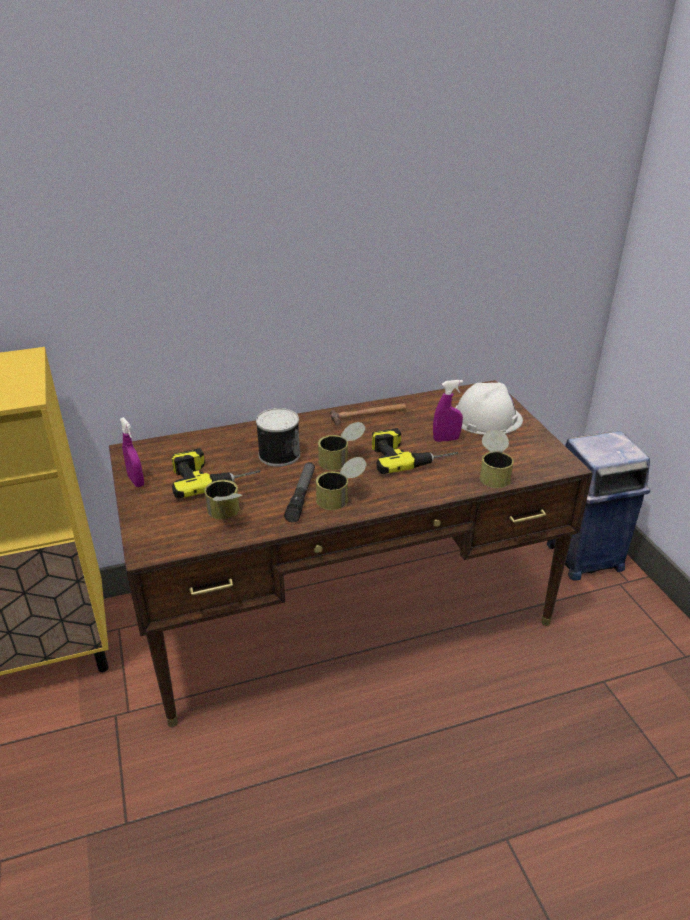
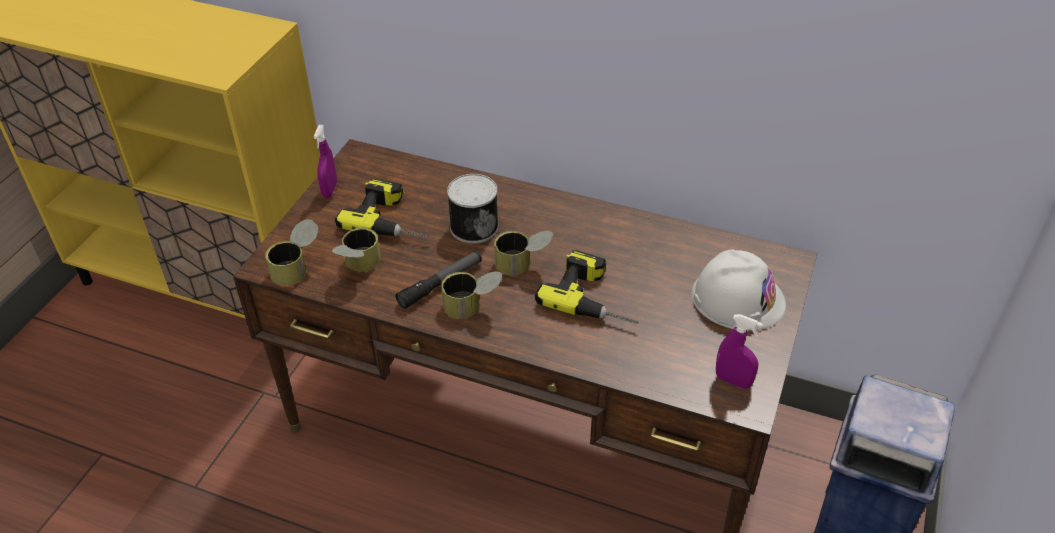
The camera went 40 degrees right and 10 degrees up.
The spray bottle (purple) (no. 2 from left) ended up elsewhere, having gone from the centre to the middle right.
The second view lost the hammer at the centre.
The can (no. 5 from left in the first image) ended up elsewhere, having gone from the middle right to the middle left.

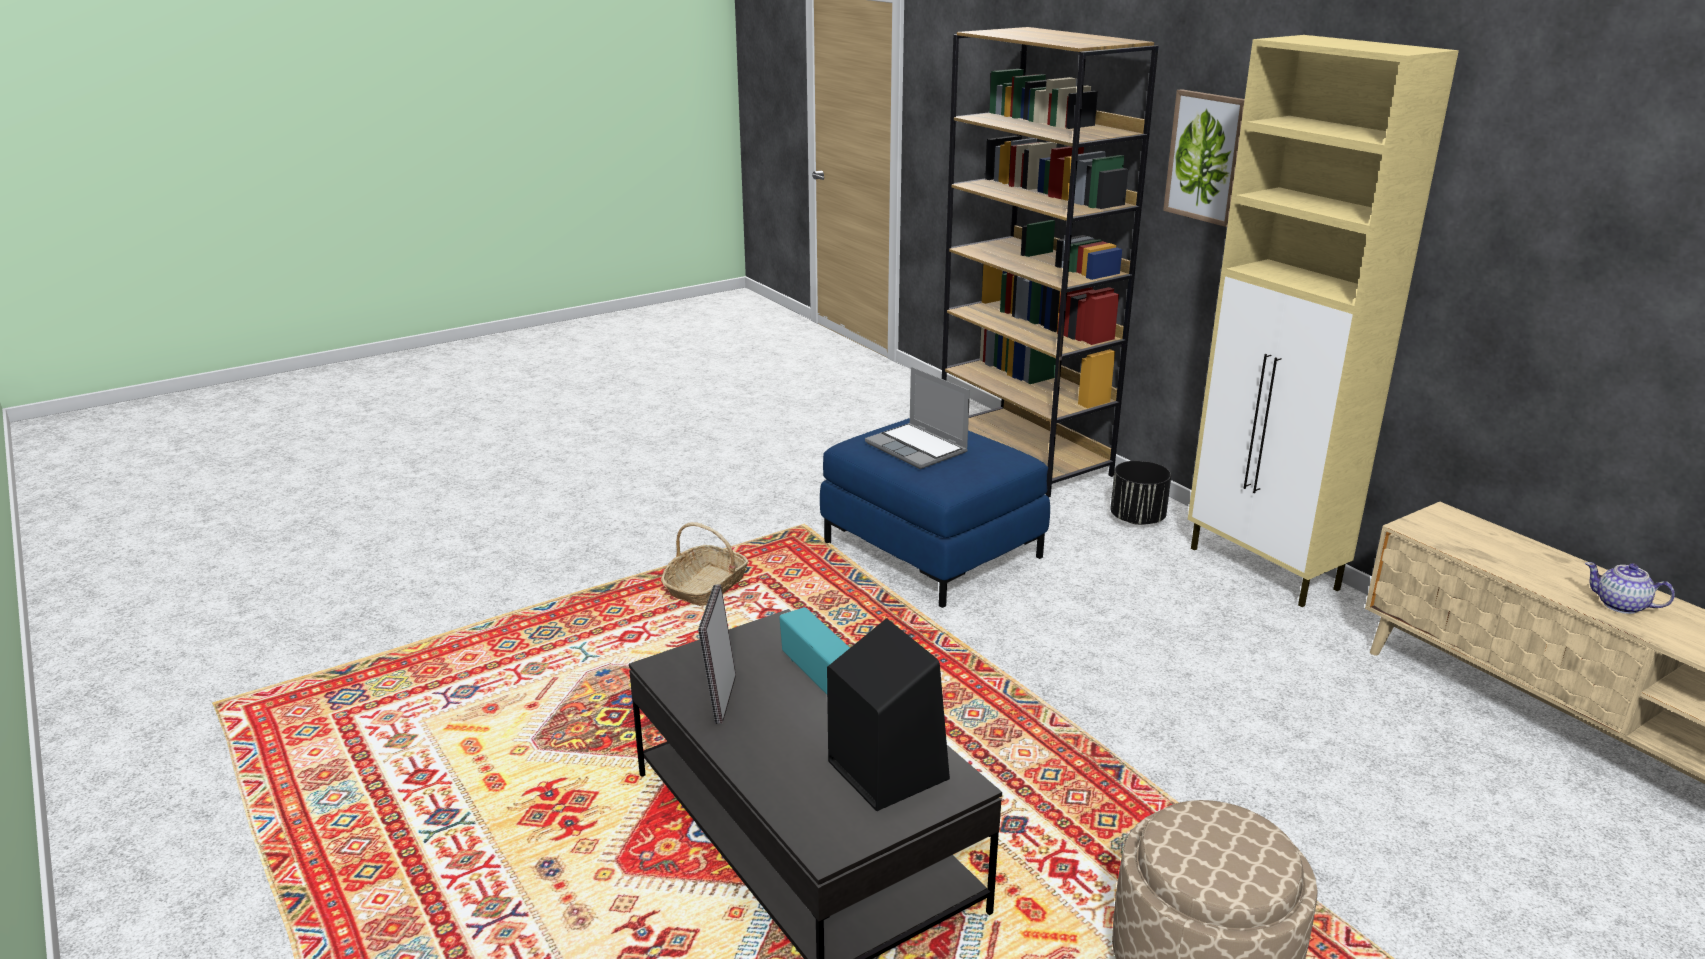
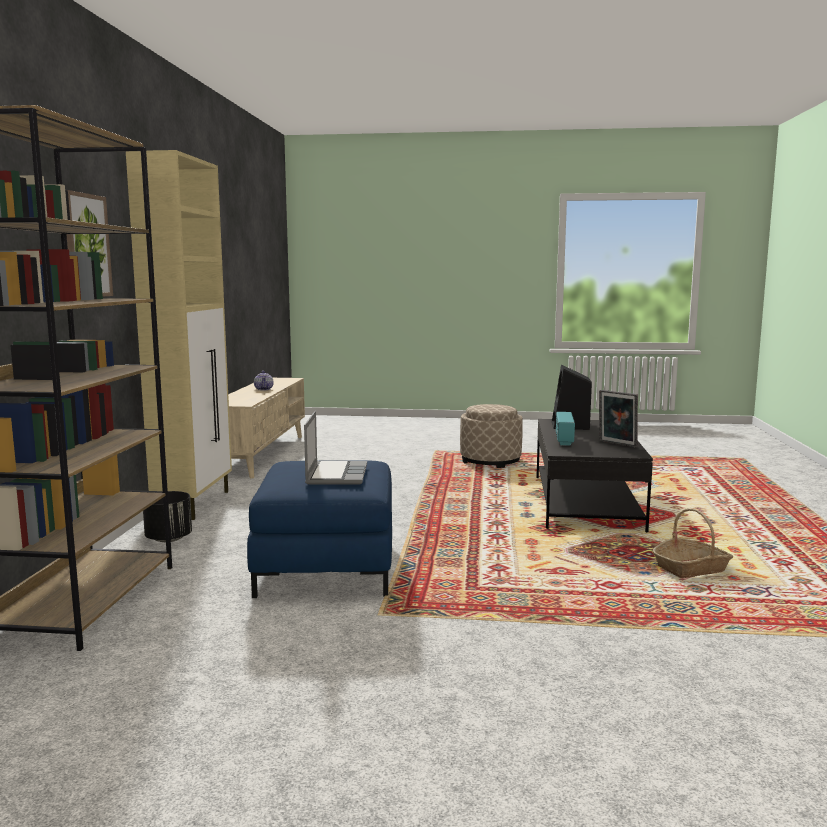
The camera went 140 degrees left and 15 degrees down.
The basket ended up elsewhere, having gone from the centre to the middle right.
The picture frame at the bottom centre ended up facing another way, 90 degrees clockwise from before.

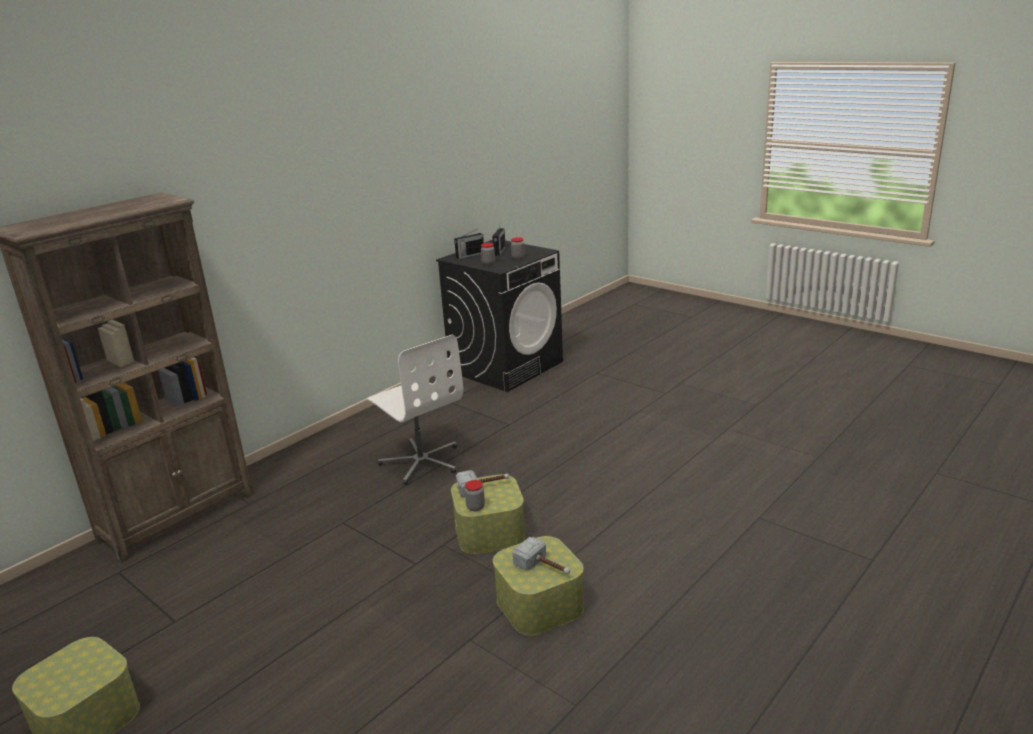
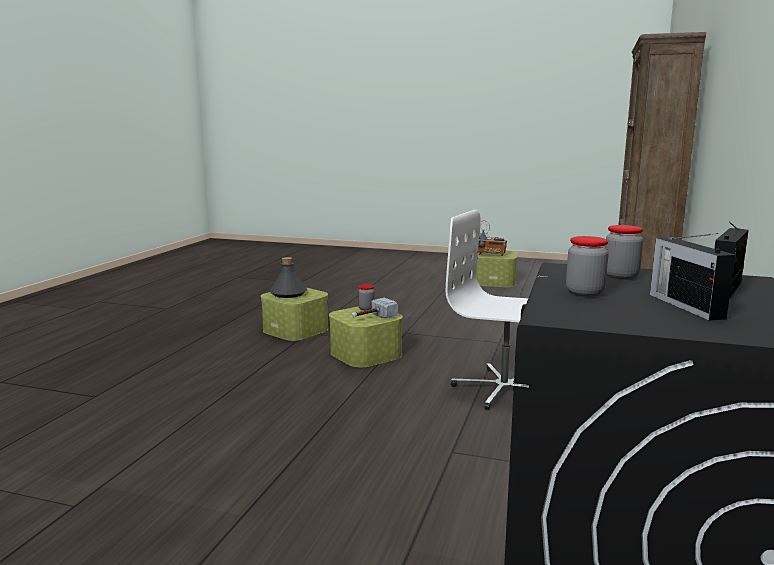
The camera went 155 degrees right and 10 degrees down.
Where the hammer (no. 2 from left) stood at the bottom centre, the bottle (grey) came to stand at the centre.
The second view gained the radio (no. 1 from left) at the centre.

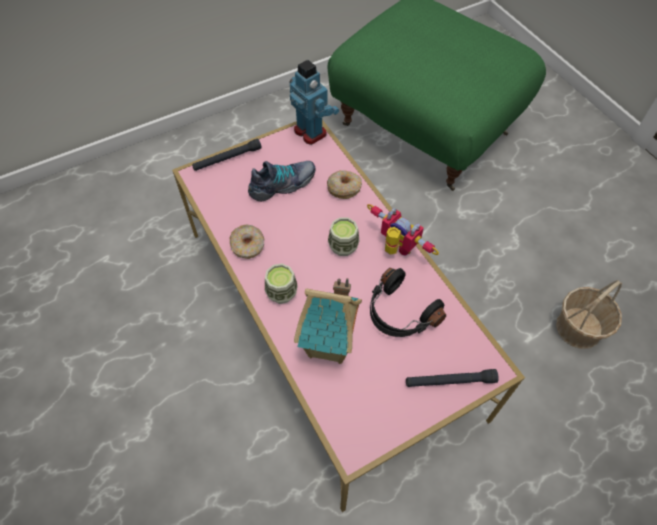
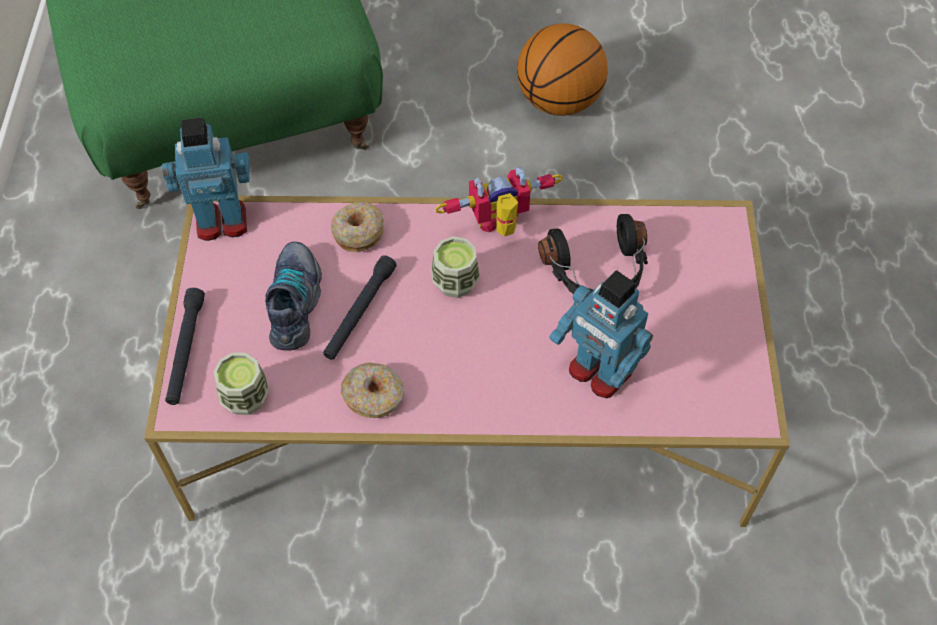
The camera went 60 degrees left and 0 degrees up.
The cup (no. 1 from left) ended up elsewhere, having gone from the centre to the middle left.
Where the toy house stood at the centre, the toy robot (no. 3 from left) came to stand at the centre.
The second view lost the basket at the middle right.
The flashlight (black) (no. 2 from left) ended up elsewhere, having gone from the bottom right to the centre.
The second view gained the basketball at the top centre.

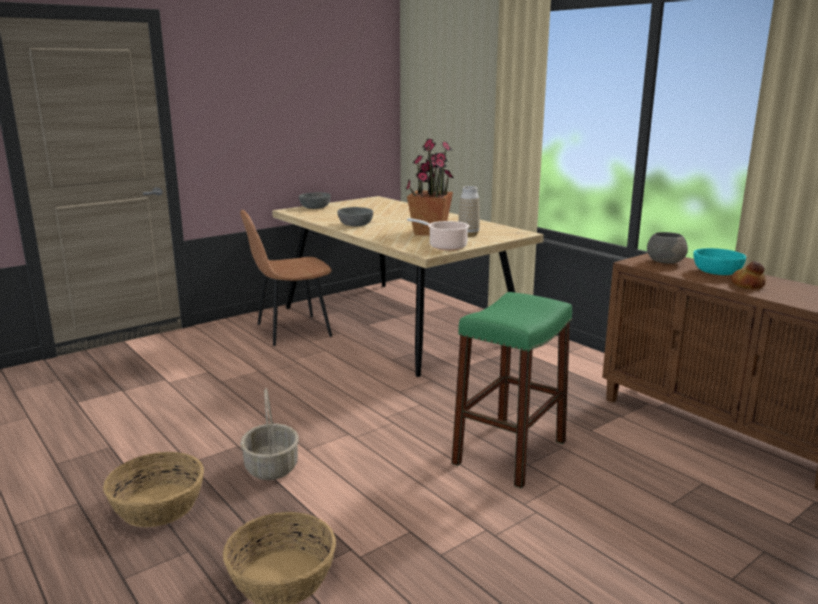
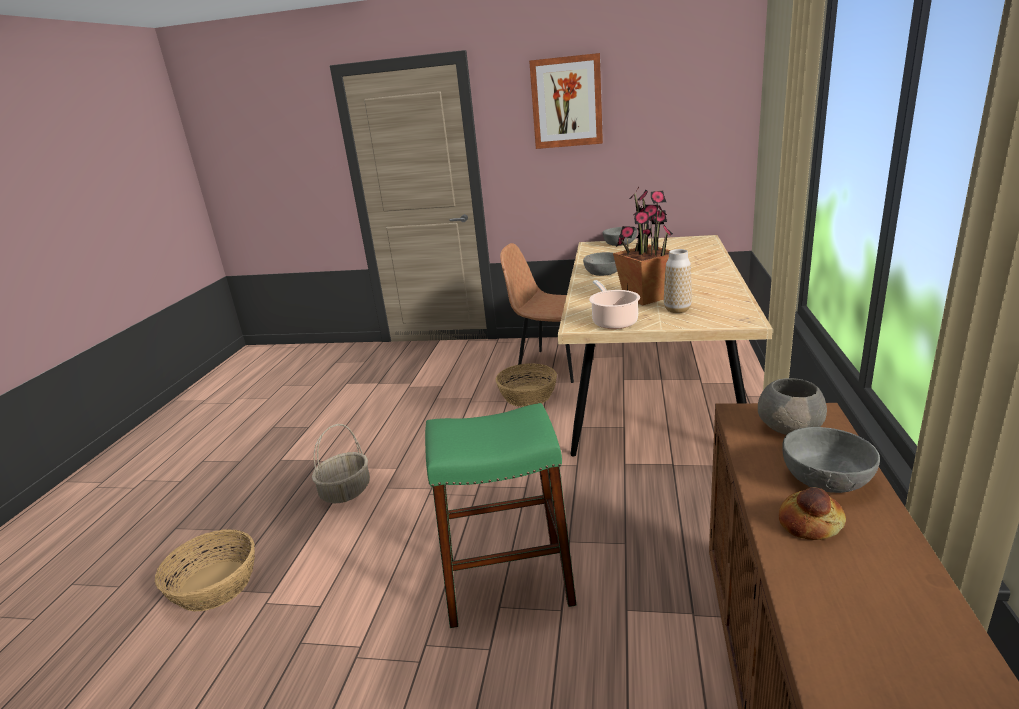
The camera went 50 degrees right and 5 degrees up.
What was the bowl (turquoise) at the middle right turned into the bowl (grey) (no. 4 from left) at the middle right.
The basket (no. 1 from left in the first image) ended up elsewhere, having gone from the bottom left to the centre.
The second view gained the picture at the top centre.

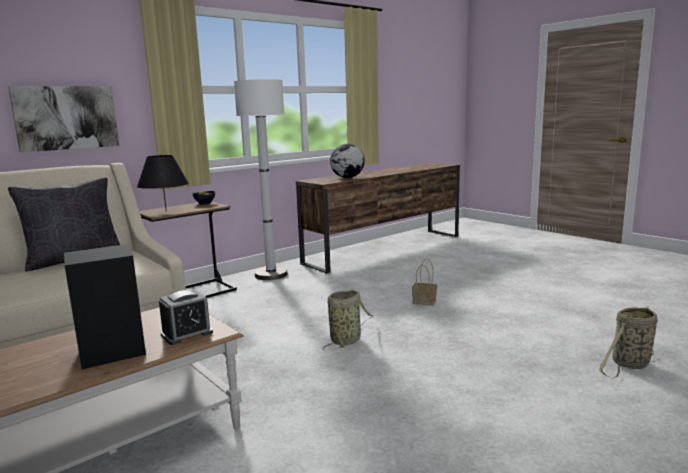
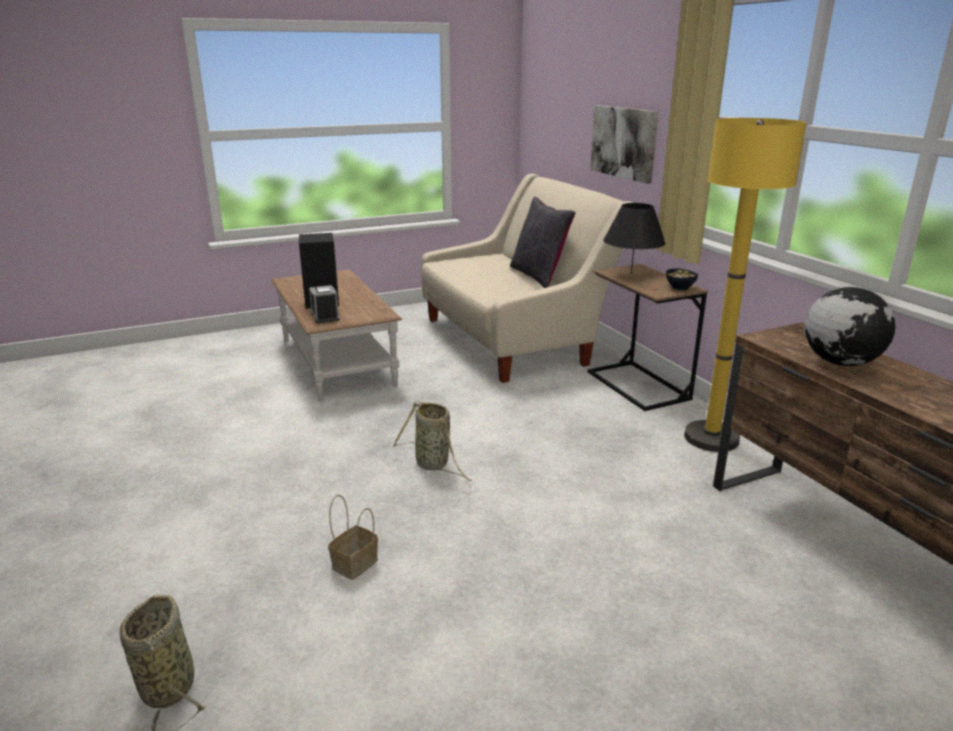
The camera went 105 degrees right and 10 degrees up.
What was the floor lamp (white) at the centre turned into the floor lamp (yellow) at the middle right.
The basket (no. 2 from left) ended up elsewhere, having gone from the centre to the bottom centre.

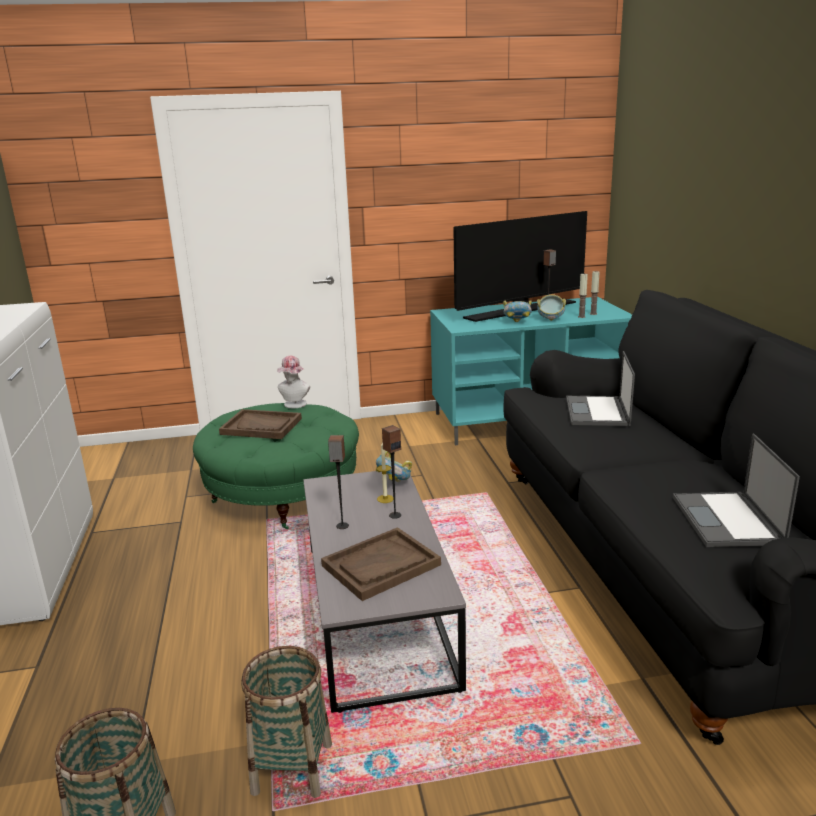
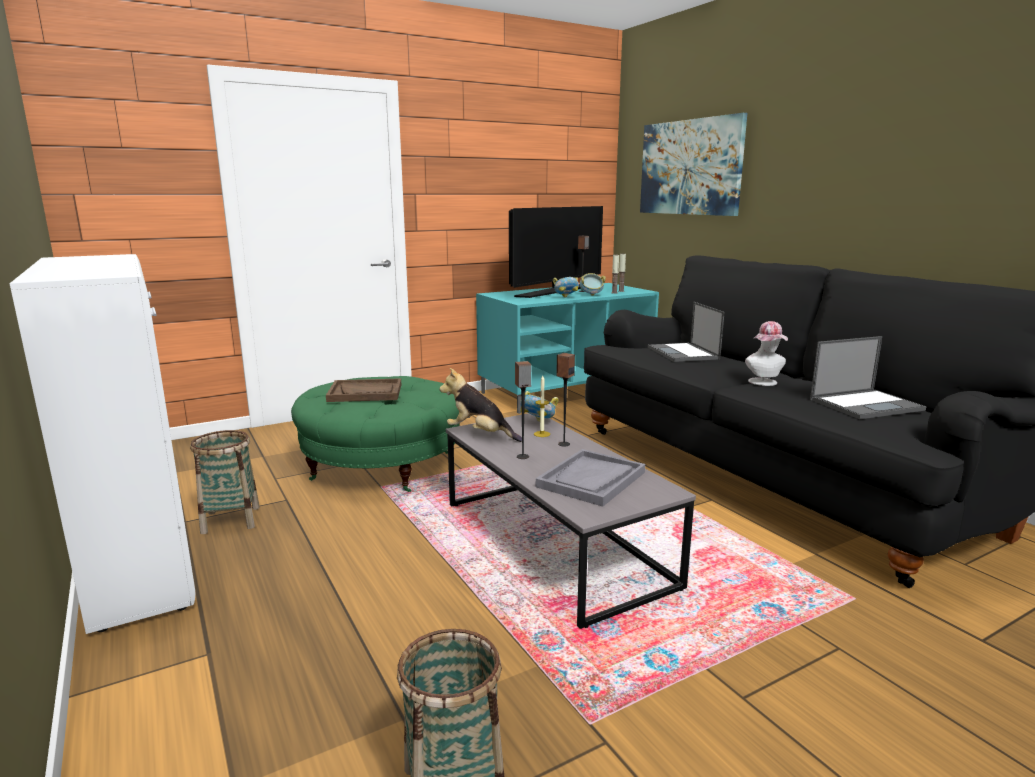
The camera went 20 degrees left and 5 degrees down.
The hat ended up elsewhere, having gone from the centre to the middle right.
The laptop (no. 2 from left) at the middle right ended up facing another way, 90 degrees counterclockwise from before.
What was the tray (brown) (no. 2 from left) at the bottom centre turned into the tray (grey) at the centre.
The basket (no. 2 from left in the first image) ended up elsewhere, having gone from the bottom centre to the middle left.
The second view gained the picture at the top right.
The second view gained the plush toy at the centre.

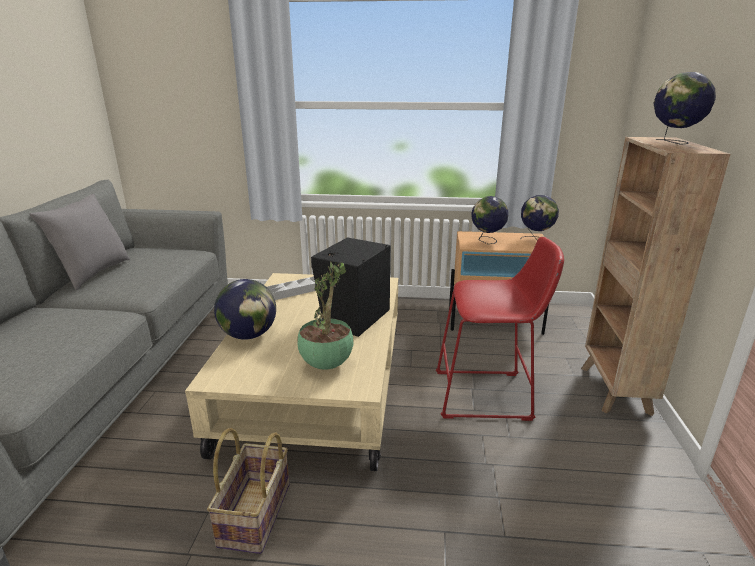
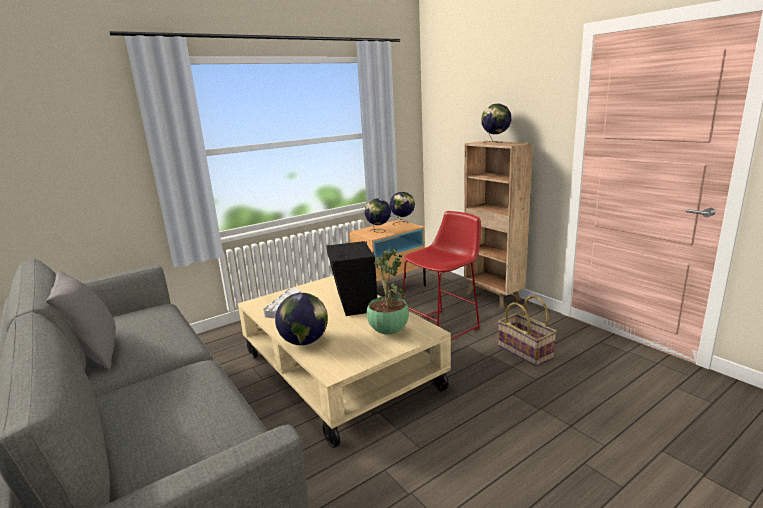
The camera went 40 degrees left and 5 degrees down.
The basket ended up elsewhere, having gone from the bottom left to the middle right.

